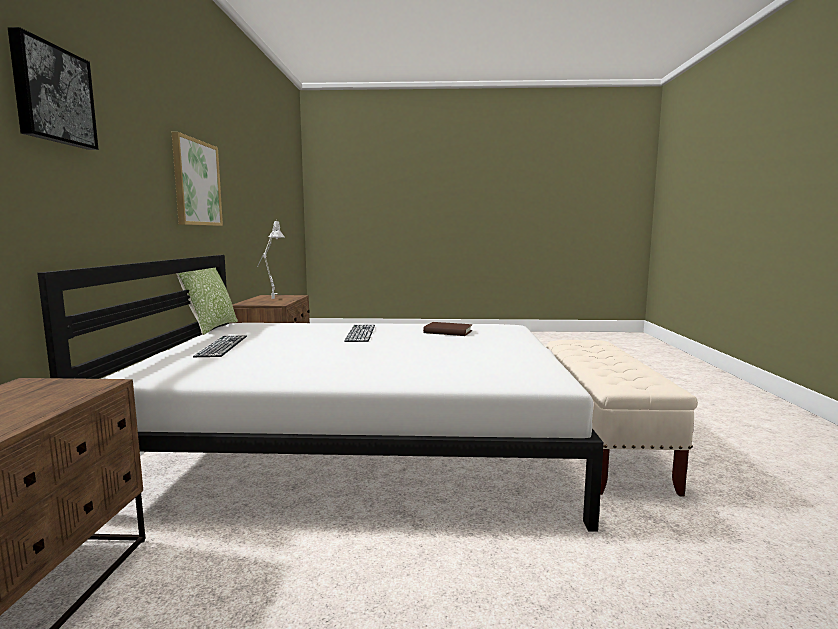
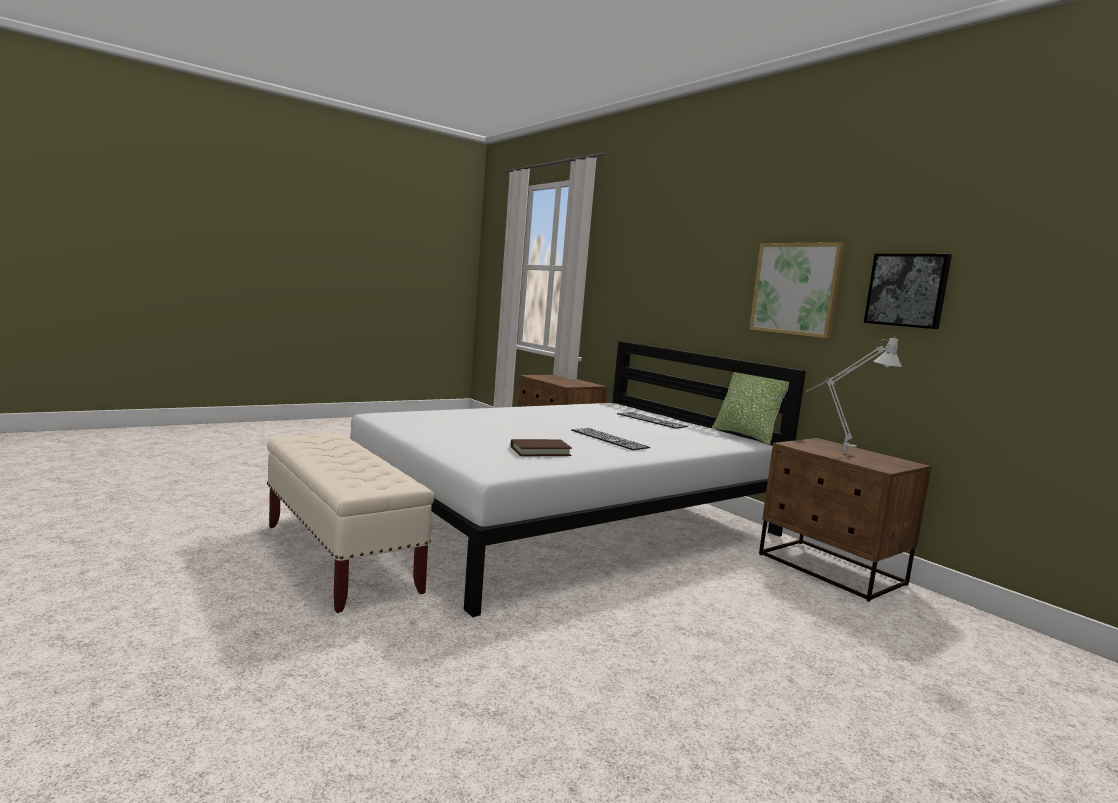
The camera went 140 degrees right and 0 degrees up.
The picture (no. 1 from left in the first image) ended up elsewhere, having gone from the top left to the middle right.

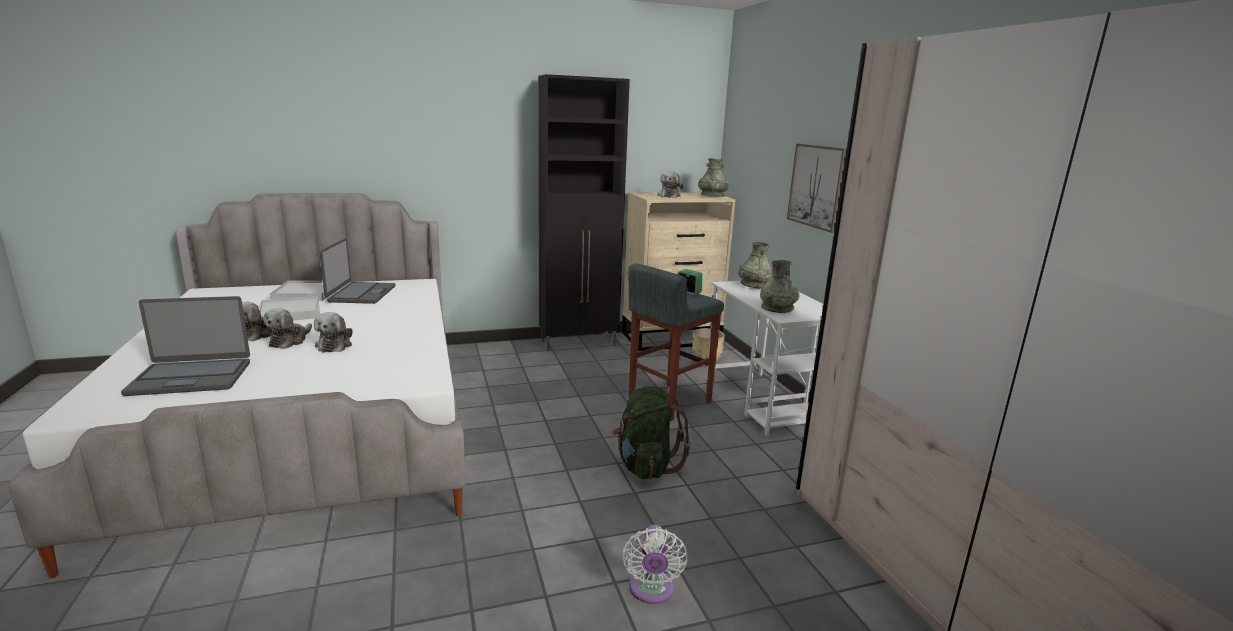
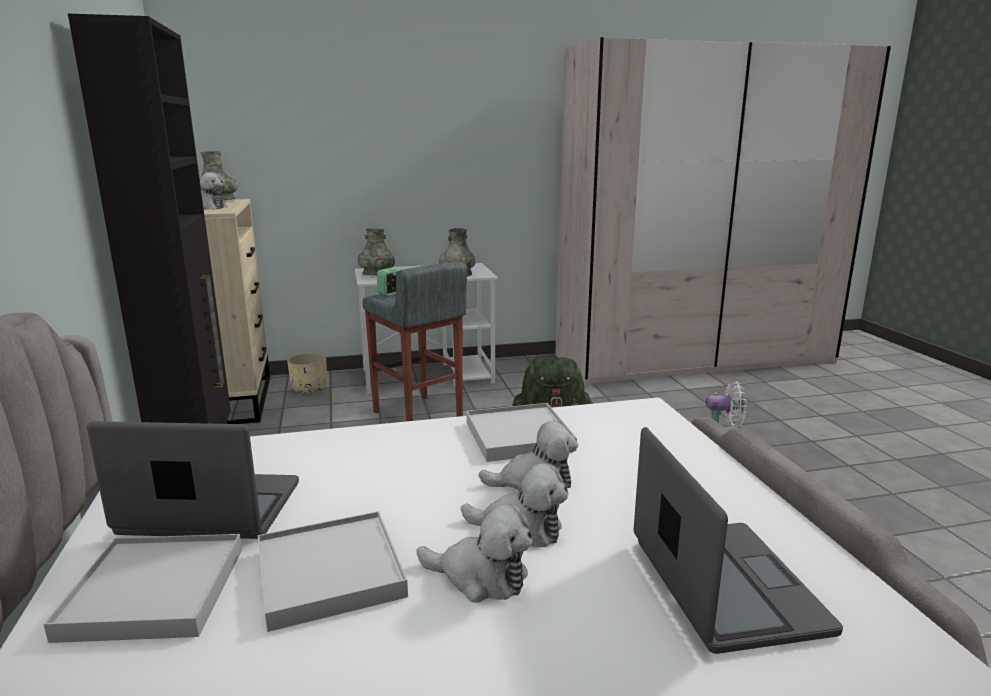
The camera went 85 degrees left and 0 degrees up.
The second view lost the picture at the top centre.
The second view gained the tray (white) (no. 3 from left) at the centre.

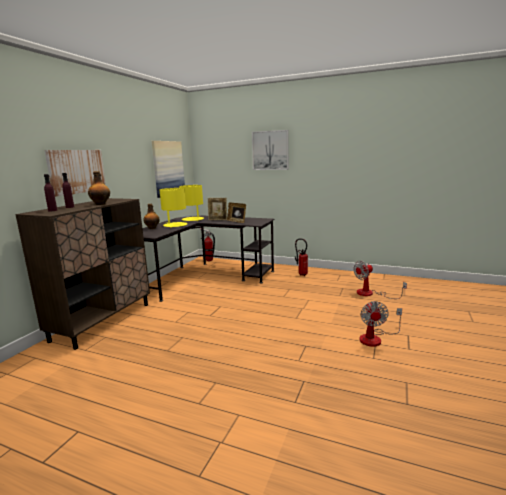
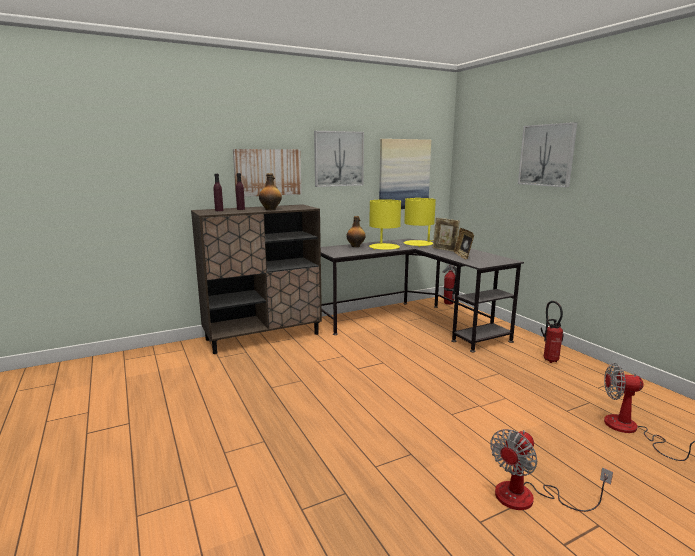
The camera went 40 degrees right and 0 degrees up.
The second view gained the picture (no. 2 from left) at the top centre.

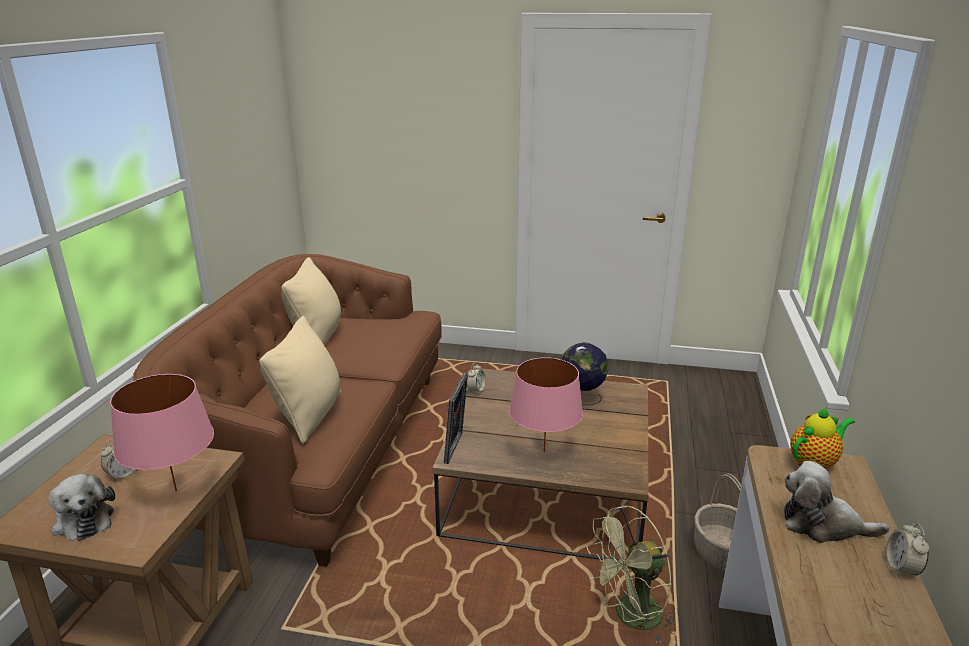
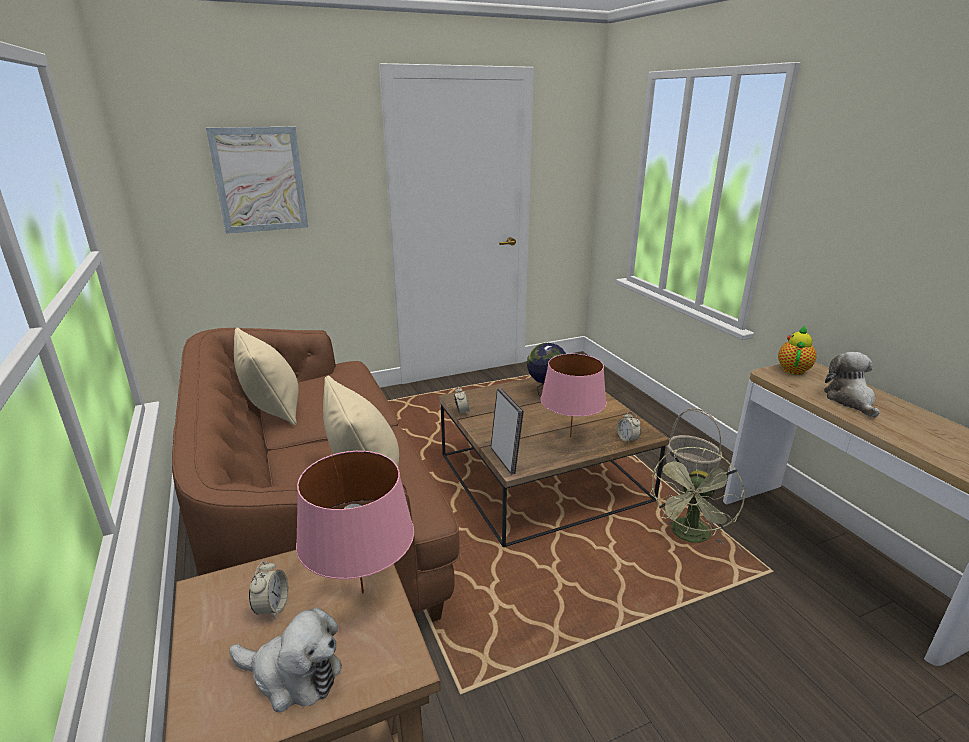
The camera went 35 degrees left and 0 degrees up.
The plush toy (no. 2 from left) at the bottom right ended up facing another way, 105 degrees clockwise from before.
The alarm clock (no. 3 from left) ended up elsewhere, having gone from the bottom right to the centre.
The second view gained the picture at the top left.

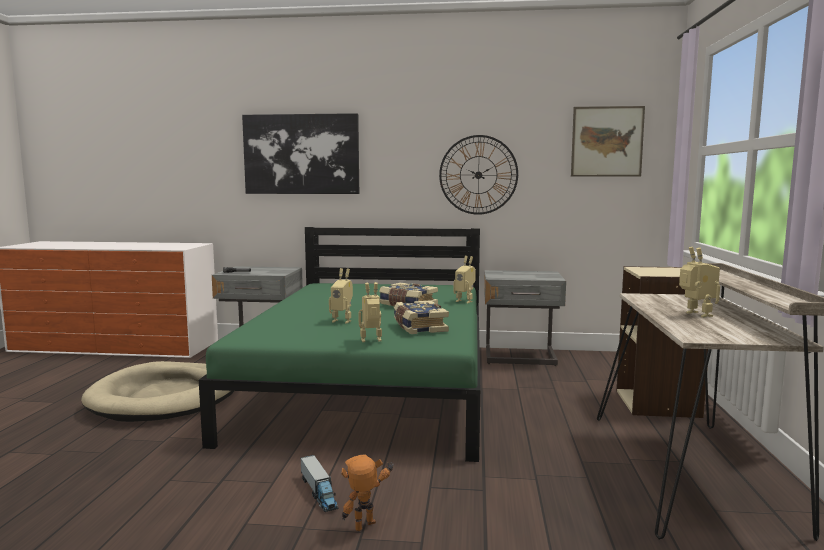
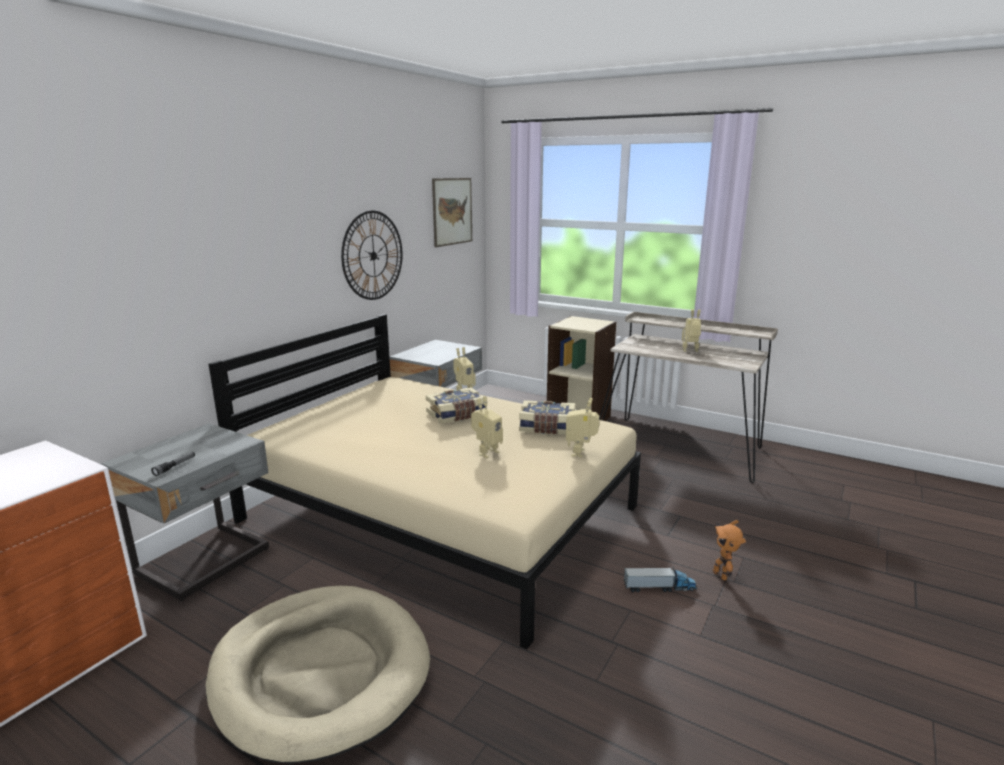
The camera went 65 degrees left and 10 degrees up.
The second view lost the picture (no. 1 from left) at the top centre.
What was the bed (green) at the centre turned into the bed (beige) at the centre.

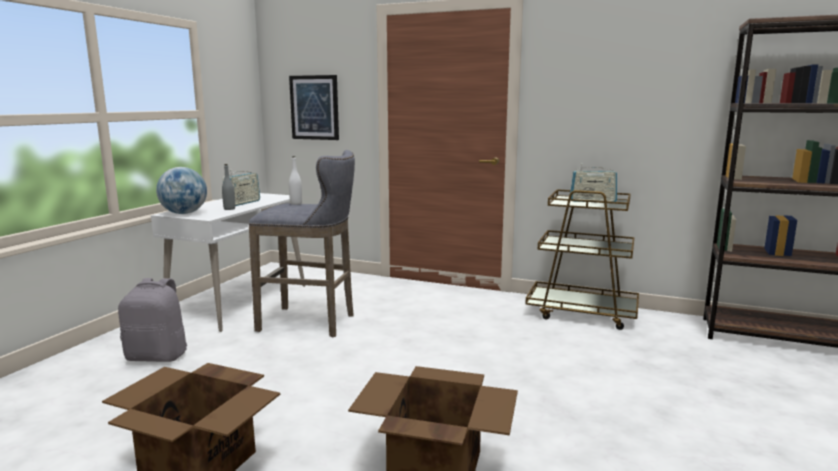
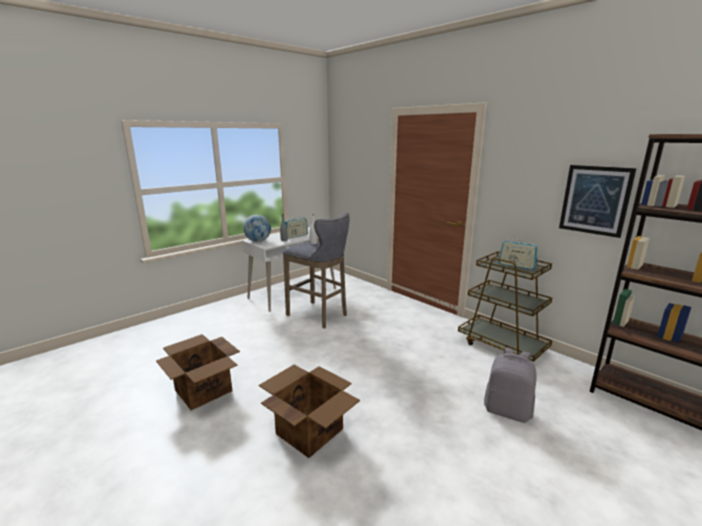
The camera went 25 degrees right and 5 degrees up.
The picture ended up elsewhere, having gone from the top centre to the middle right.
The backpack (grey) ended up elsewhere, having gone from the bottom left to the bottom right.

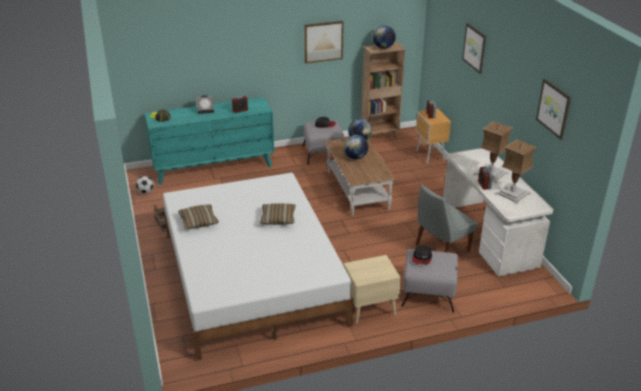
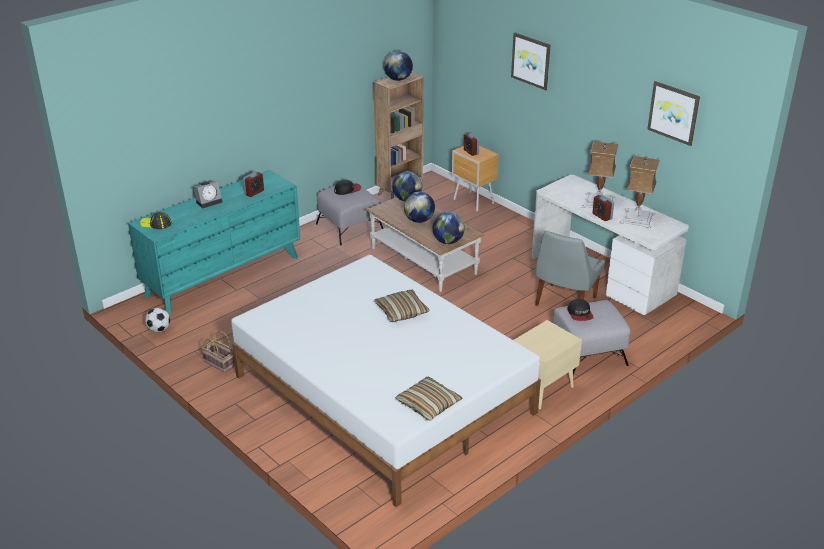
The camera went 25 degrees left and 0 degrees up.
The second view lost the picture (no. 1 from left) at the top centre.
The pillow (no. 1 from left in the first image) ended up elsewhere, having gone from the middle left to the bottom centre.
The second view gained the globe (no. 4 from left) at the centre.

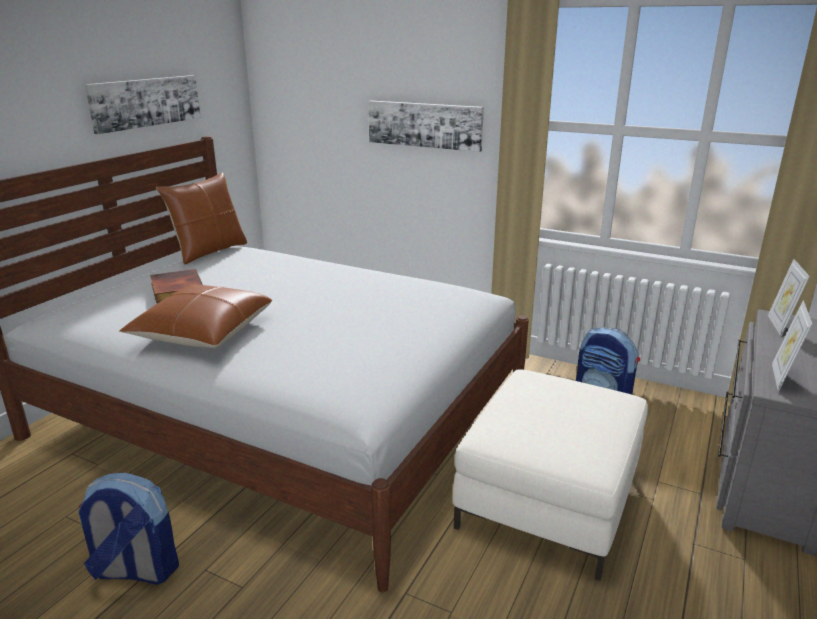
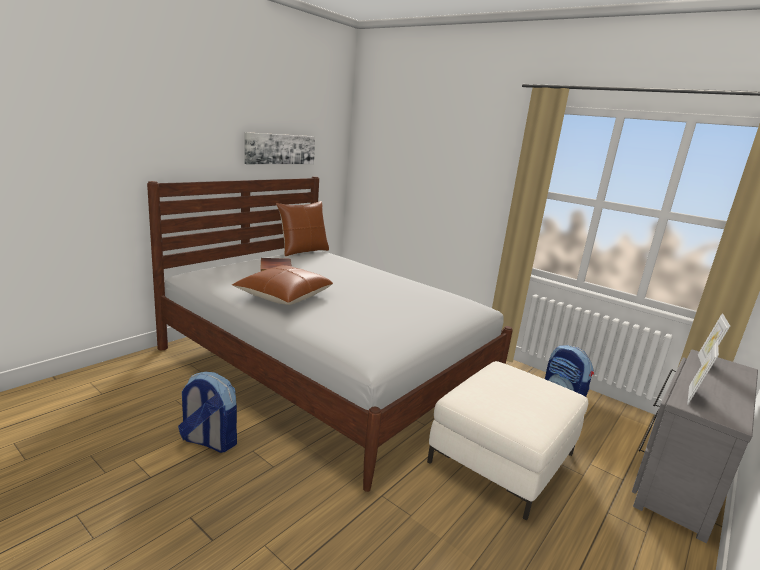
The camera went 10 degrees right and 5 degrees down.
The second view lost the picture (no. 2 from left) at the top centre.

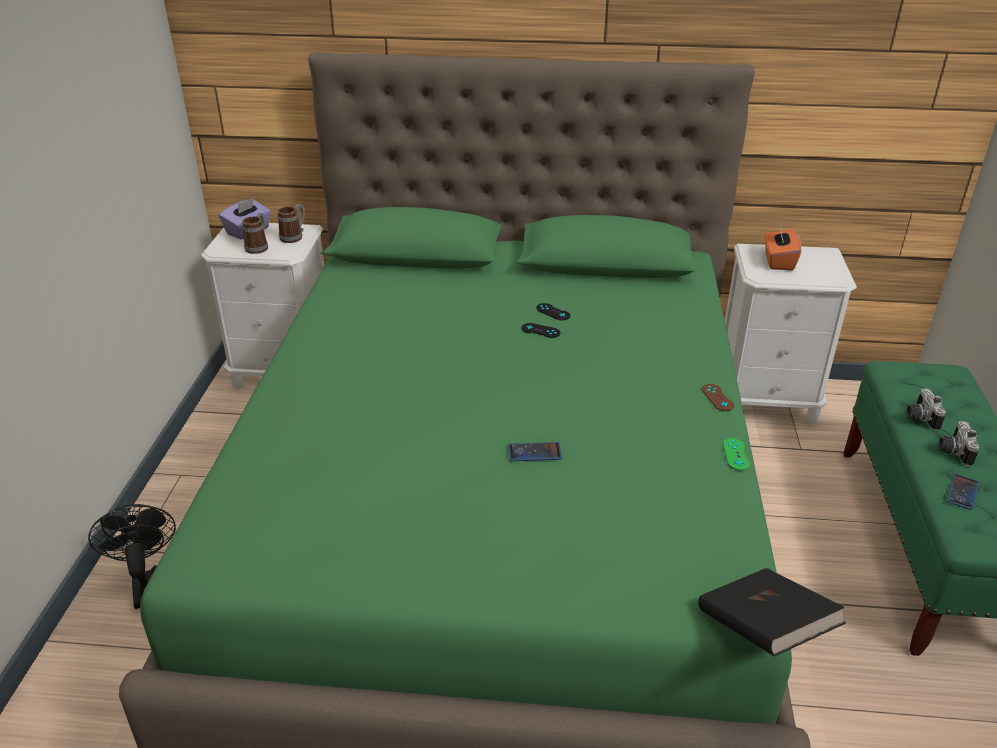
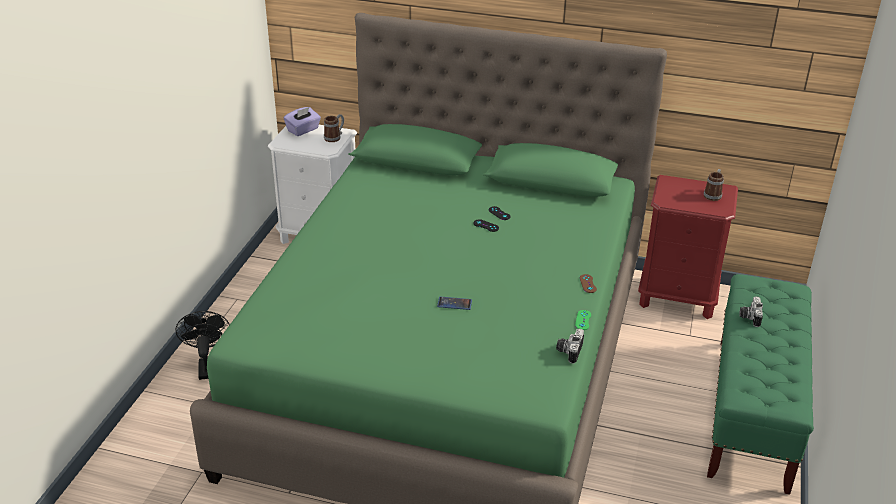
The camera went 10 degrees right and 0 degrees up.
The mug (no. 1 from left in the first image) ended up elsewhere, having gone from the top left to the middle right.
The second view lost the tissue box (orange) at the top right.
What was the nightstand (white) (no. 2 from left) at the middle right turned into the nightstand (red) at the middle right.
The photo camera (no. 2 from left in the first image) ended up elsewhere, having gone from the middle right to the bottom centre.
The second view lost the phone (no. 2 from left) at the middle right.
The second view lost the book (black) at the bottom right.

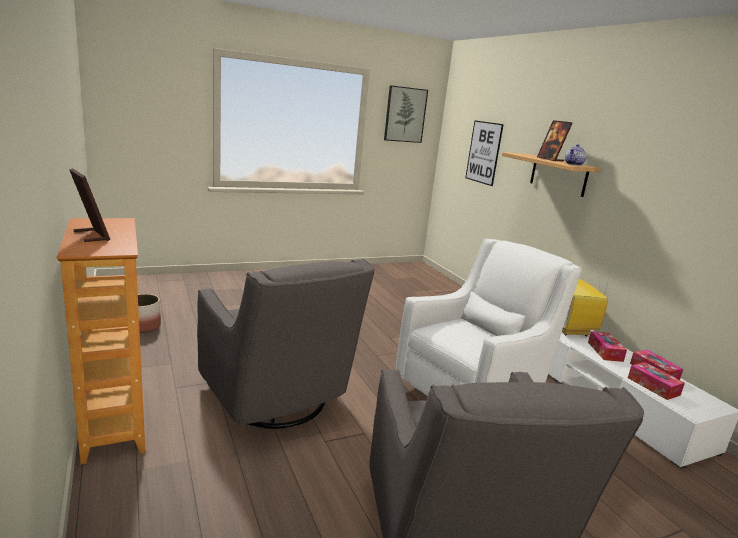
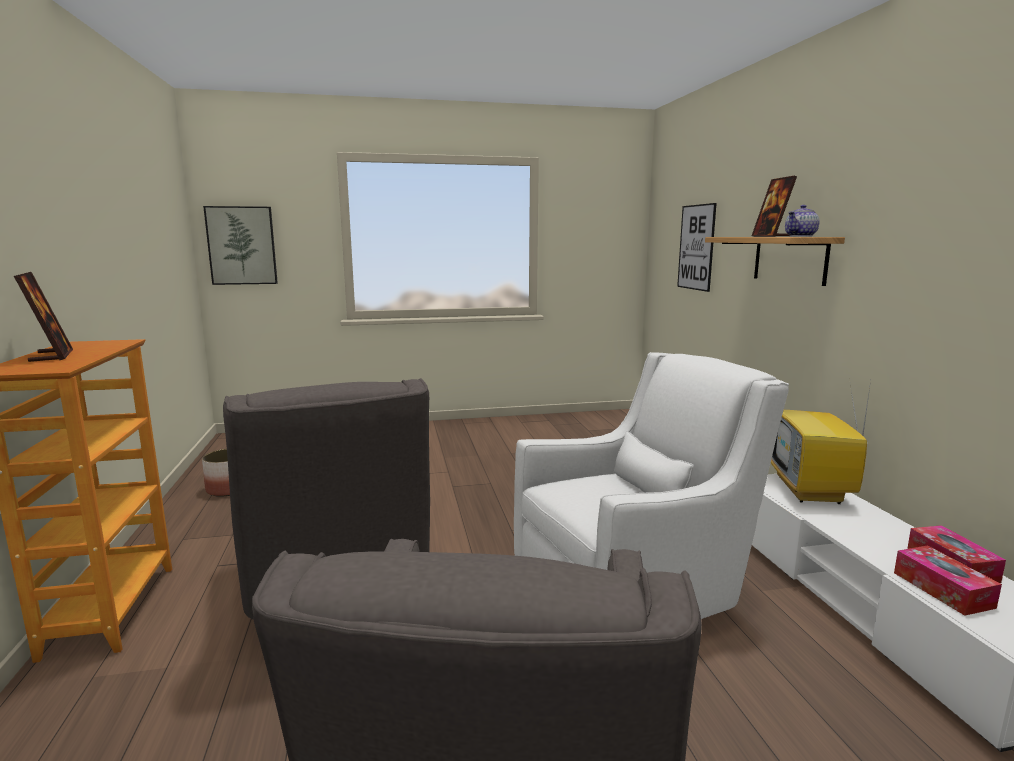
The camera went 15 degrees right and 5 degrees down.
The picture (no. 1 from left) ended up elsewhere, having gone from the top centre to the top left.
The second view lost the tissue box (no. 1 from left) at the middle right.

